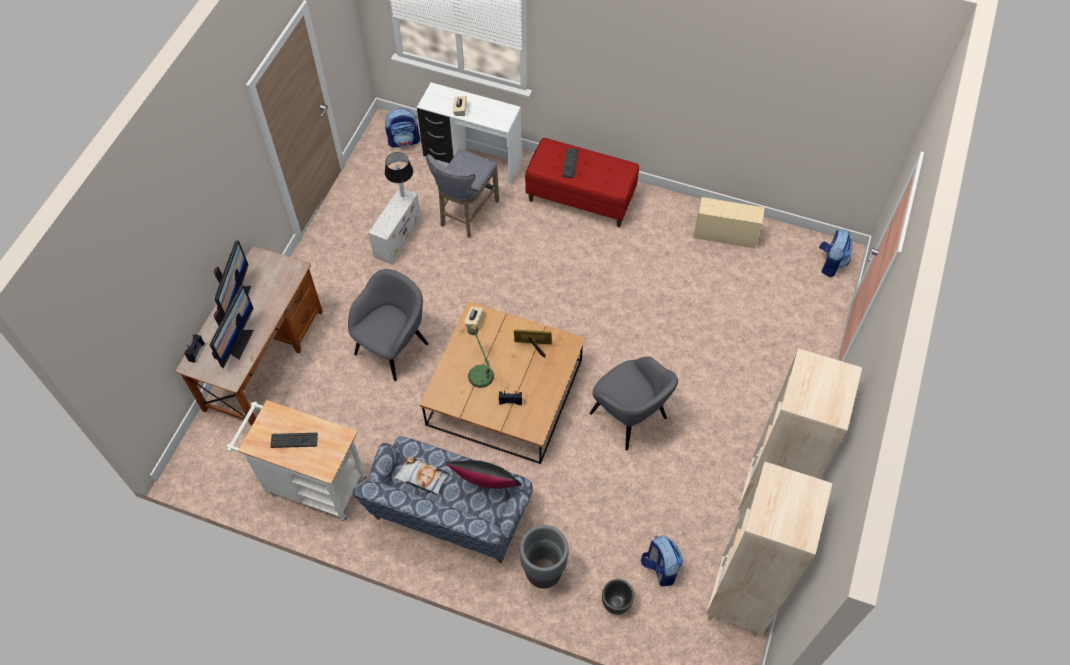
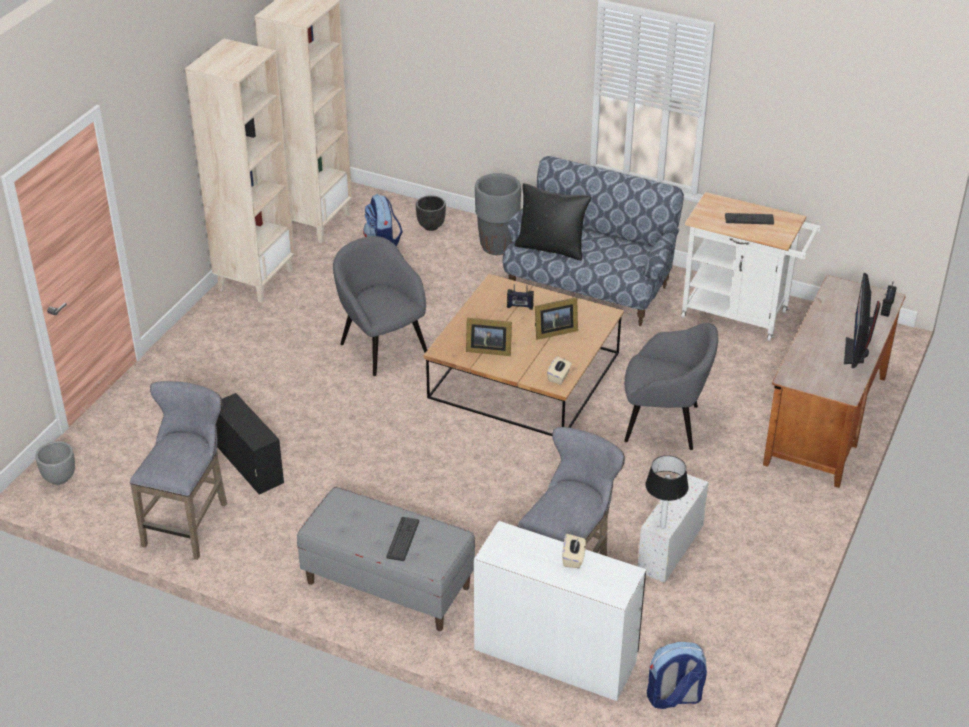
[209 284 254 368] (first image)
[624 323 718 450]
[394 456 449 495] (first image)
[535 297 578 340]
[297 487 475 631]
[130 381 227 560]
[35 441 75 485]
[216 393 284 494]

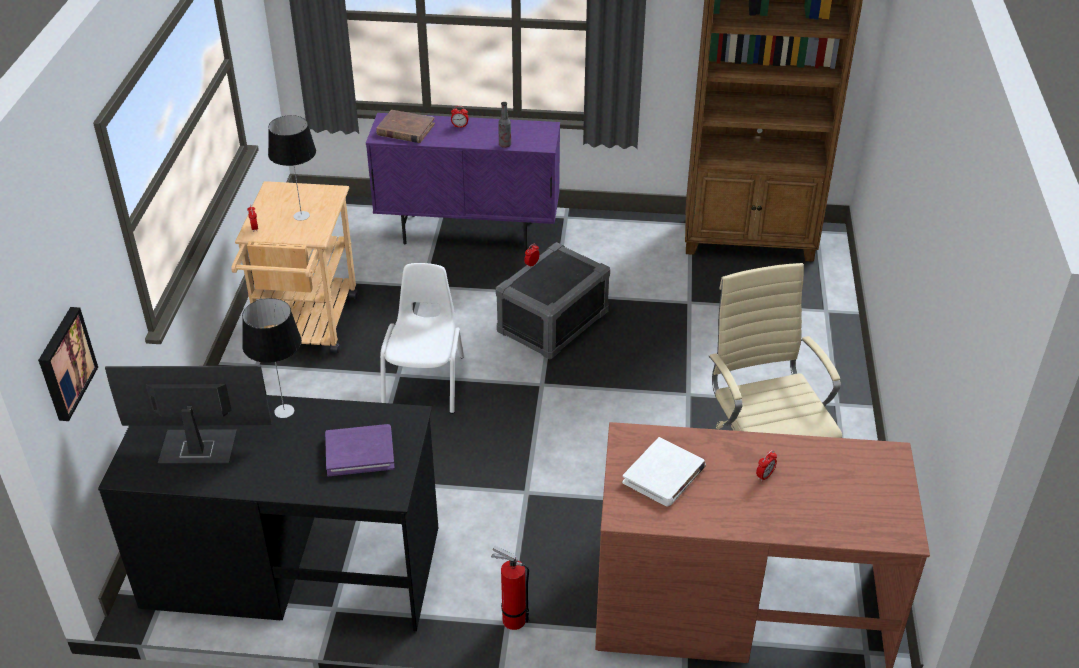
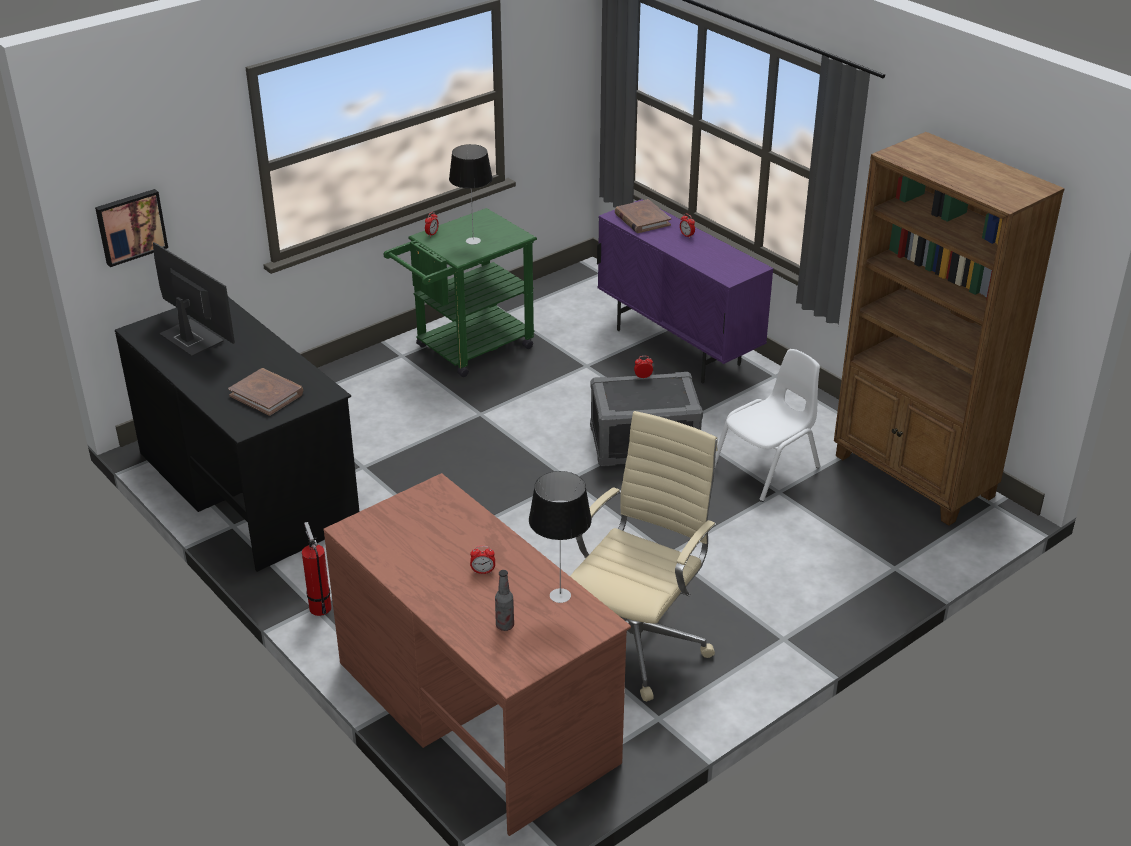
[384 208 537 377]
[529 471 592 603]
[228 368 303 416]
[715 349 820 502]
[495 570 514 631]
[622 437 706 506] (first image)

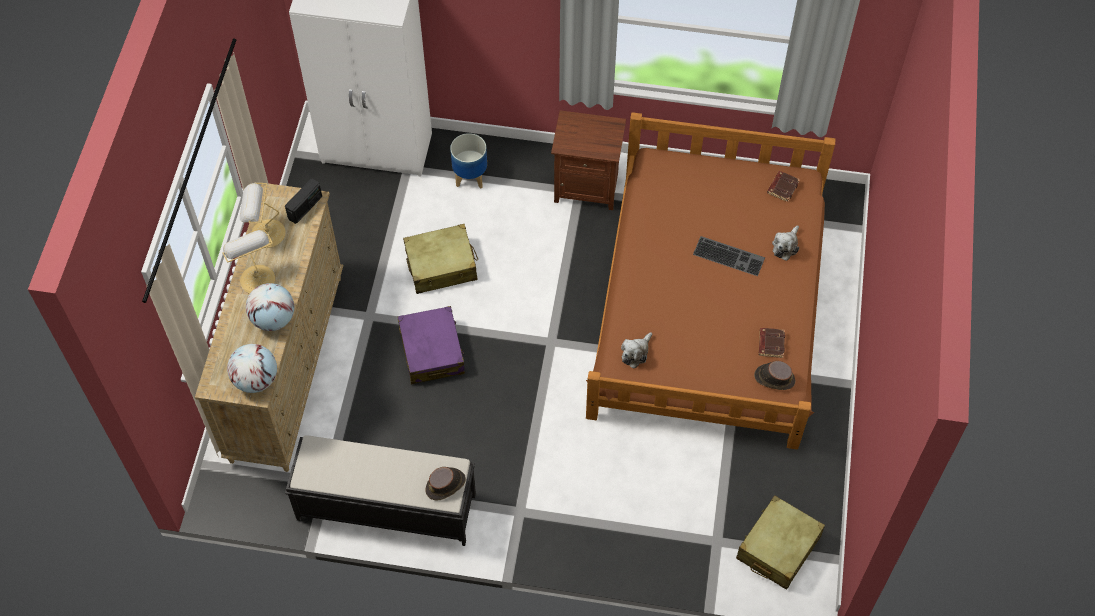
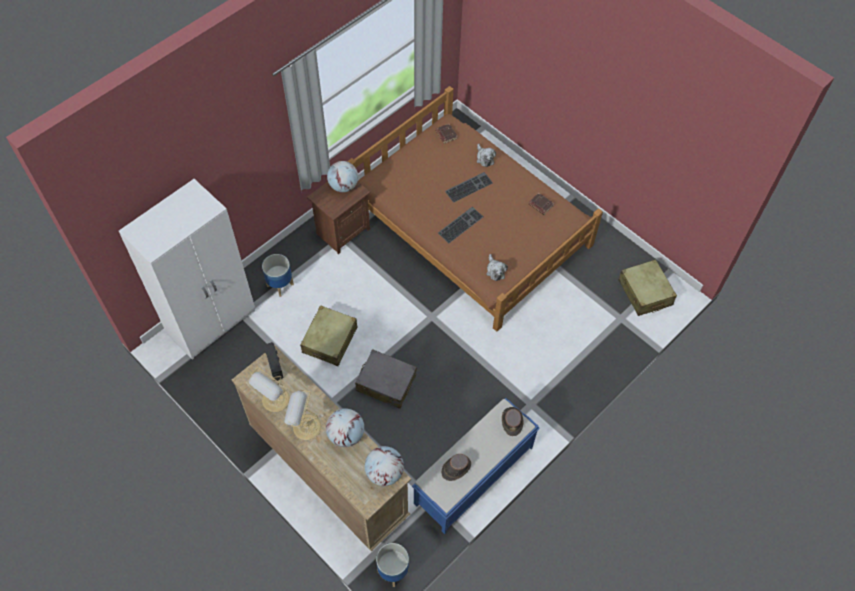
[412 398 540 534]
[355 349 417 409]
[441 454 471 481]
[327 161 358 192]
[376 543 409 587]
[438 207 483 243]

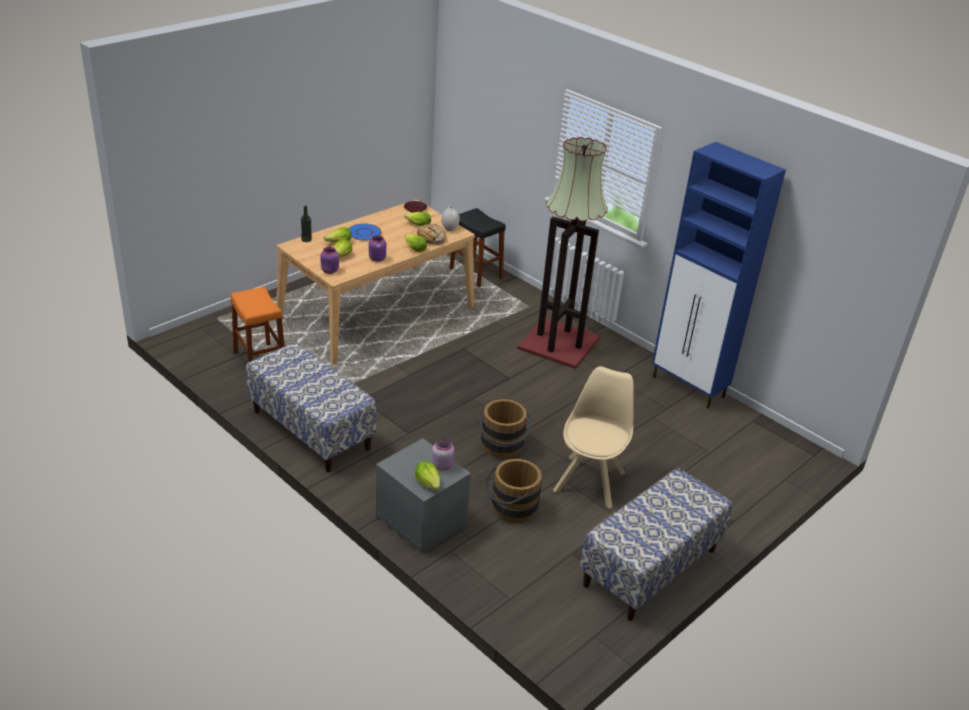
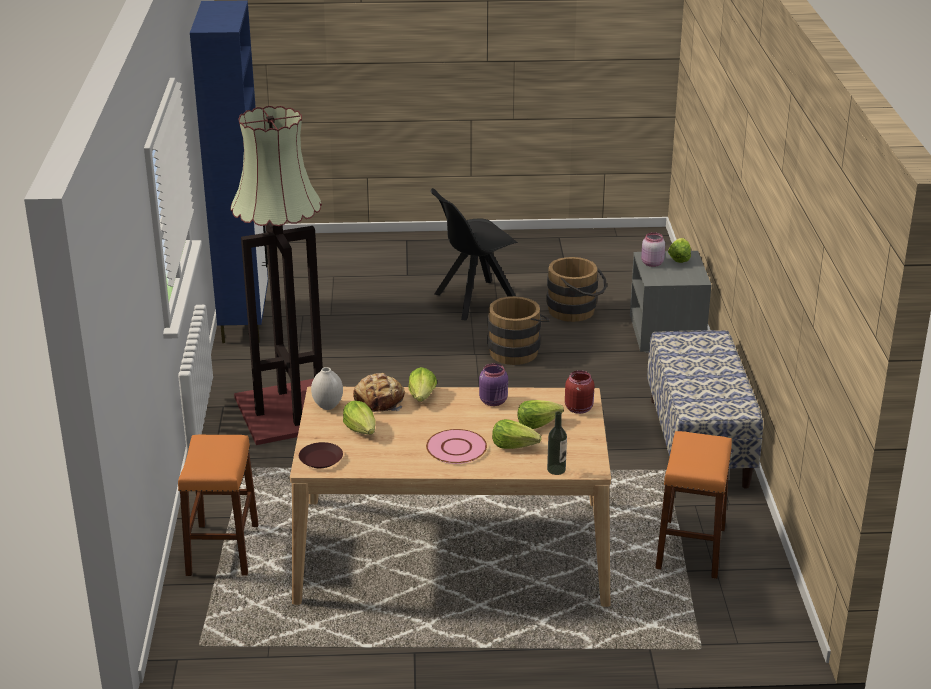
[565 370 595 414]
[426 429 487 464]
[178 434 259 576]
[431 188 518 321]
[580 468 732 621] (first image)

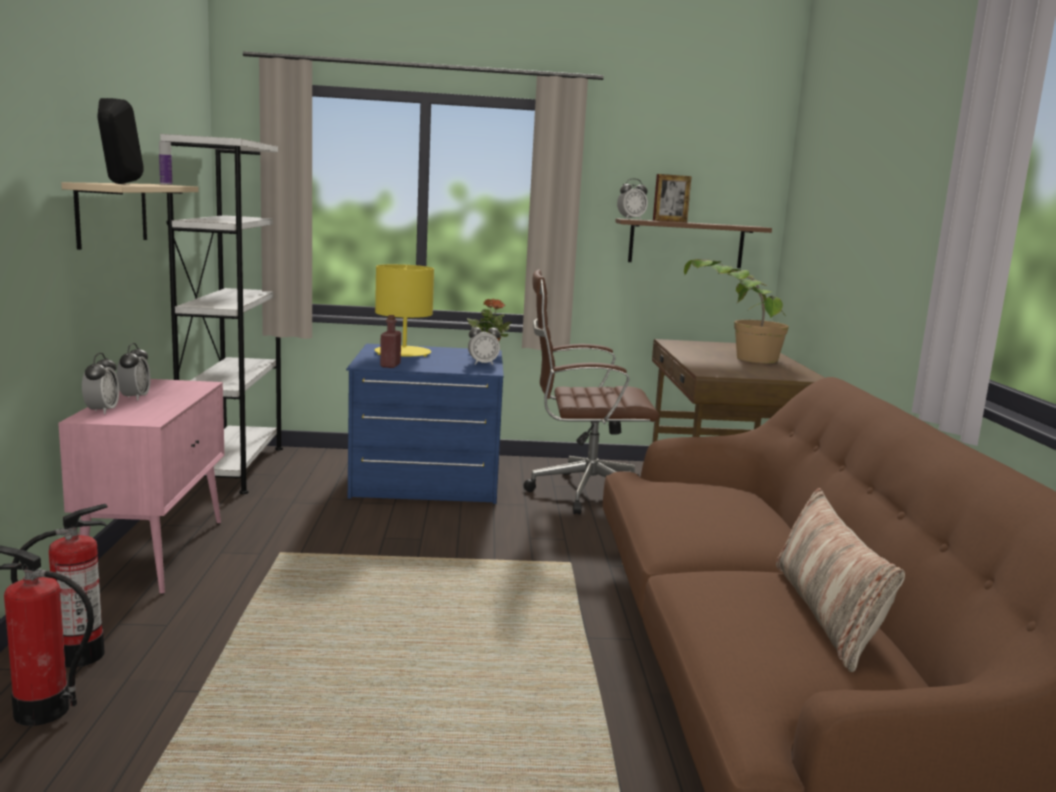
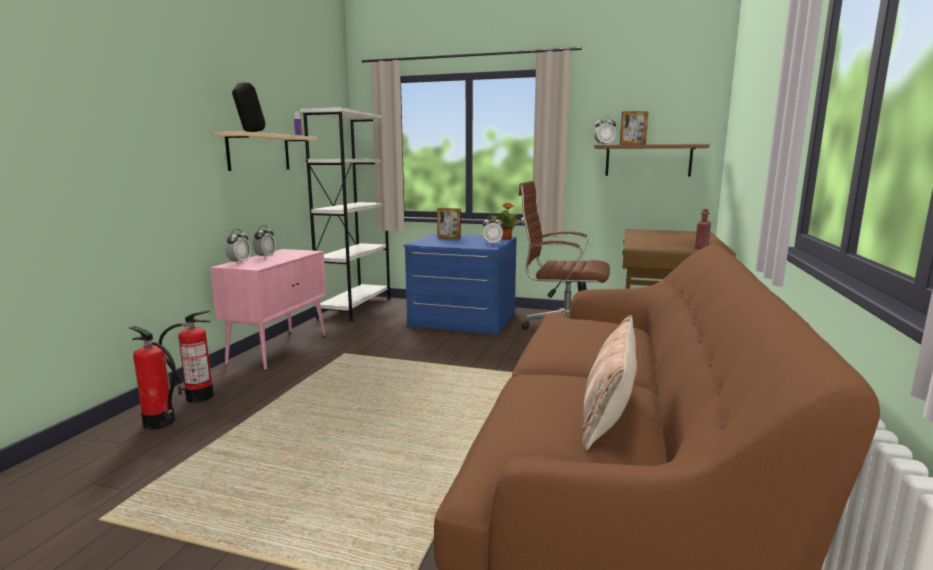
[437 208 461 239]
[695 209 711 249]
[684 259 789 363] (first image)

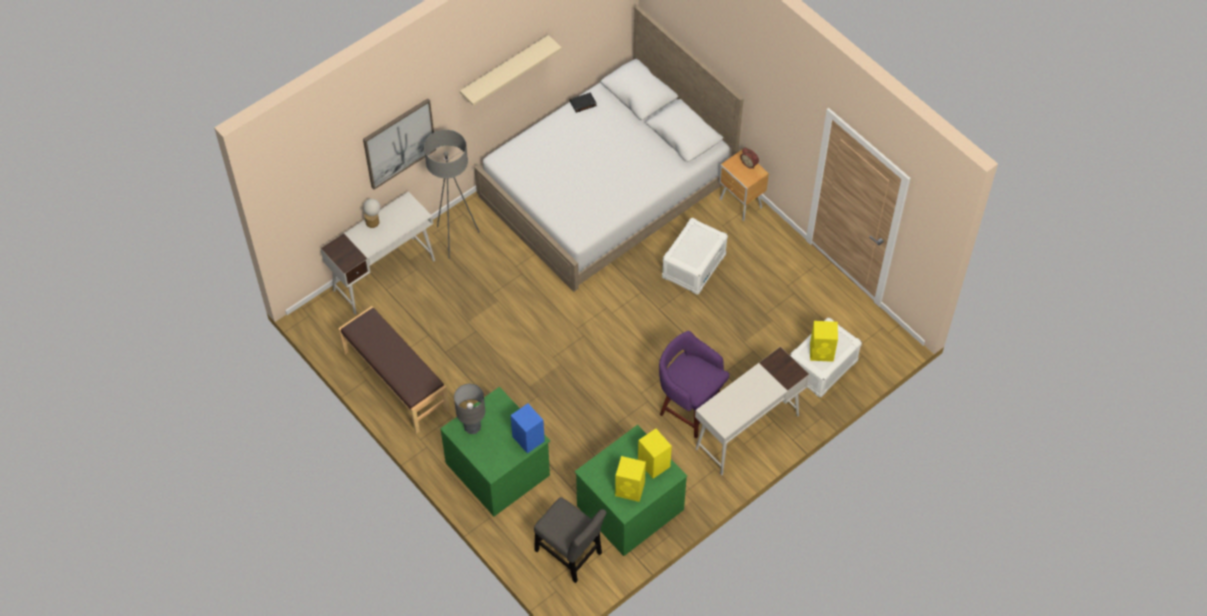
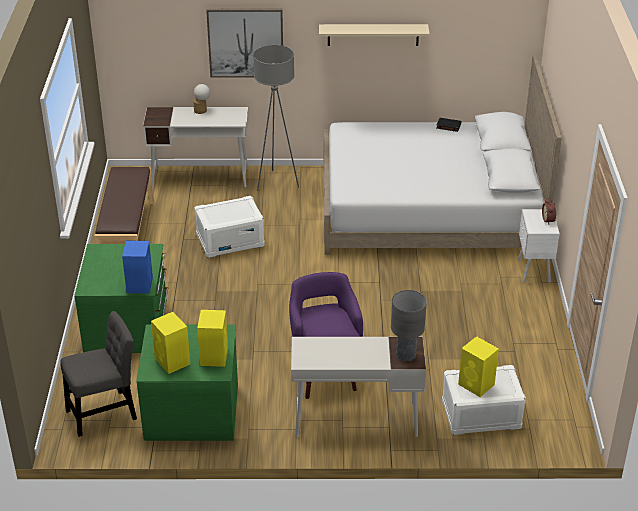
[391 290 427 361]
[60 311 137 437]
[194 196 265 258]
[517 209 560 283]

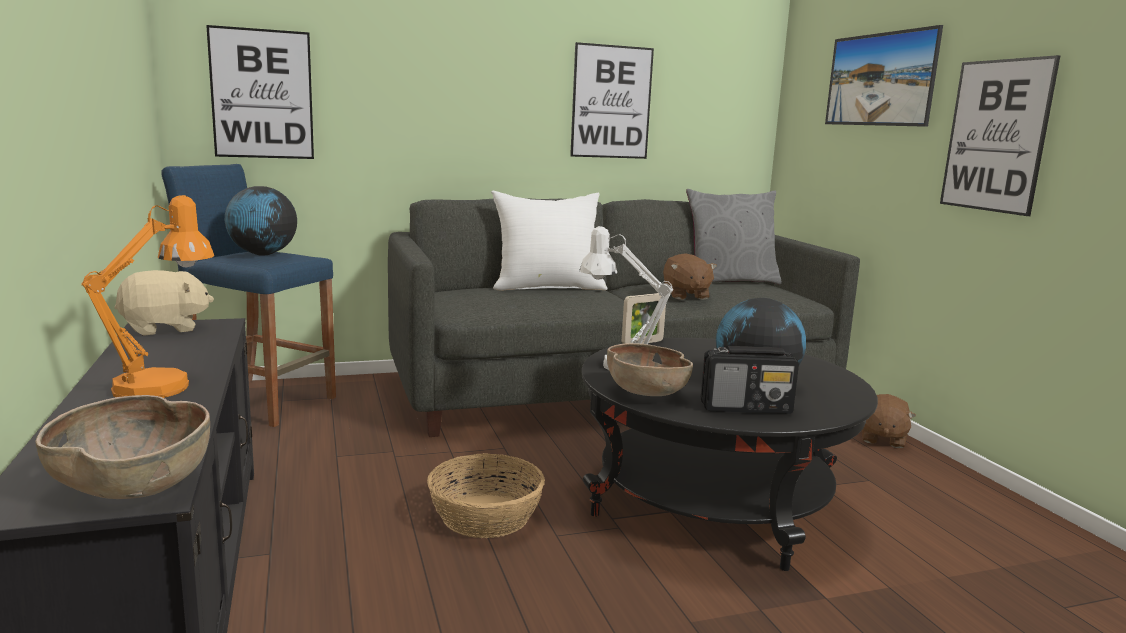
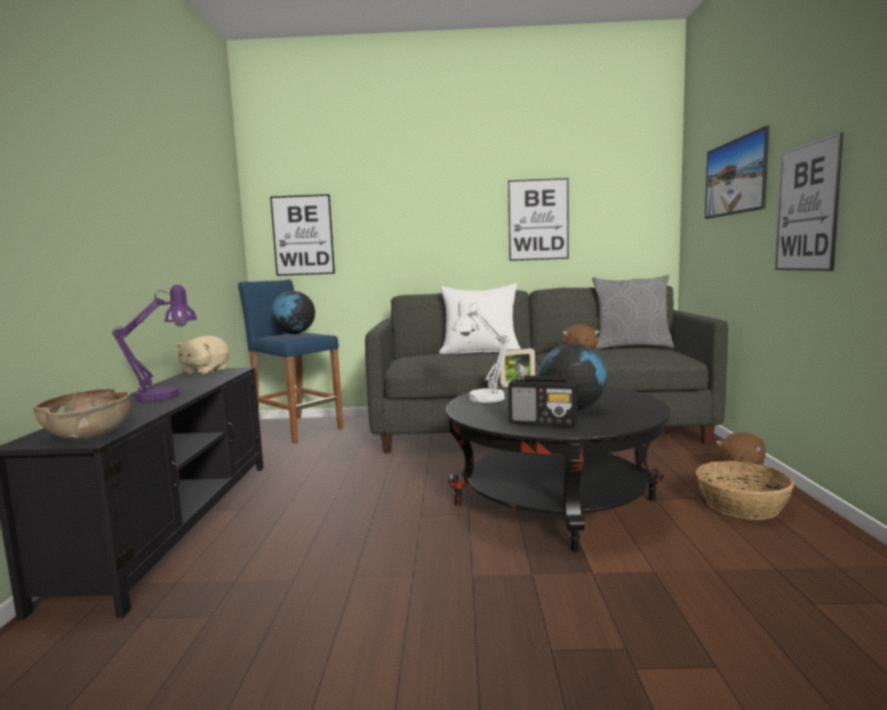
[112 285 197 402]
[176 336 229 375]
[696 461 794 520]
[607 343 693 396] (first image)

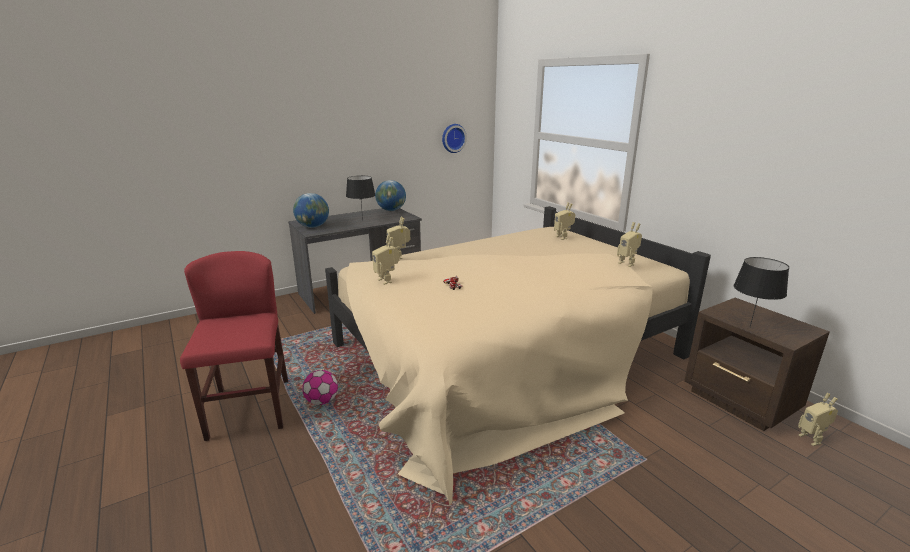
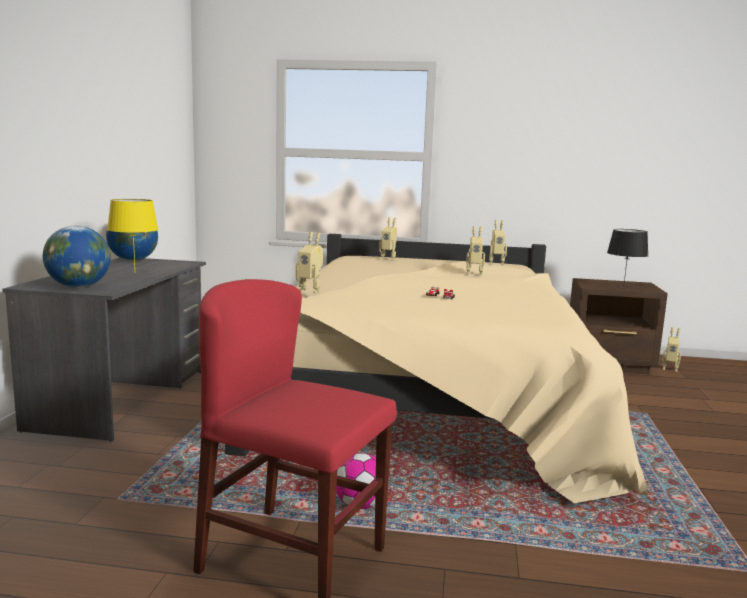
[107 199 158 270]
[466 226 485 275]
[442 124 467 153] (first image)

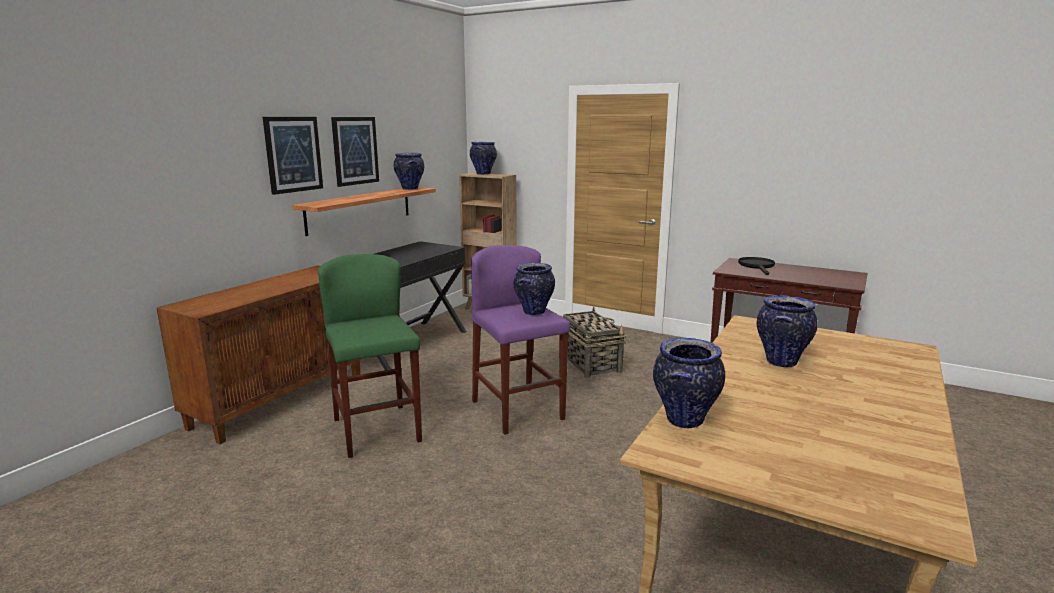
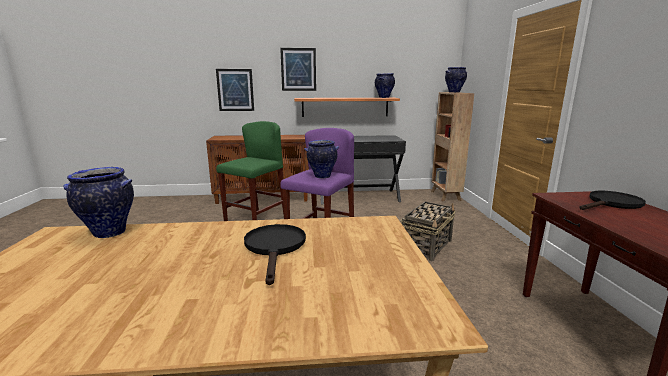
[216 69 254 111]
[244 224 306 285]

